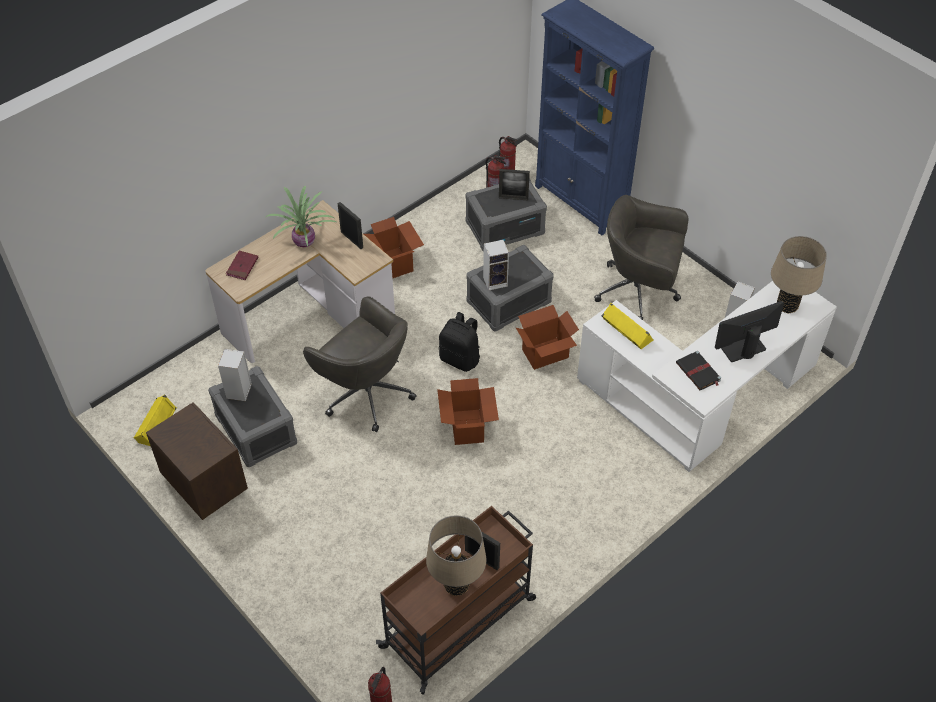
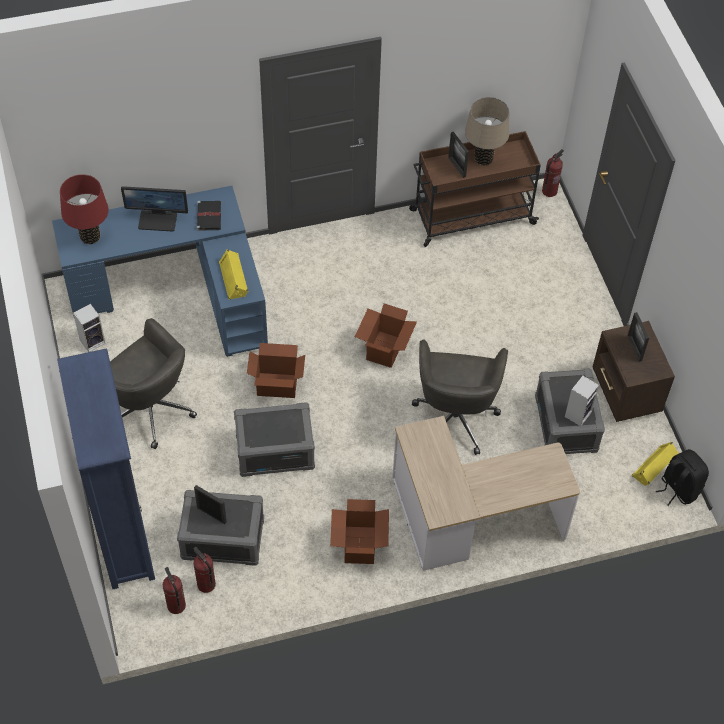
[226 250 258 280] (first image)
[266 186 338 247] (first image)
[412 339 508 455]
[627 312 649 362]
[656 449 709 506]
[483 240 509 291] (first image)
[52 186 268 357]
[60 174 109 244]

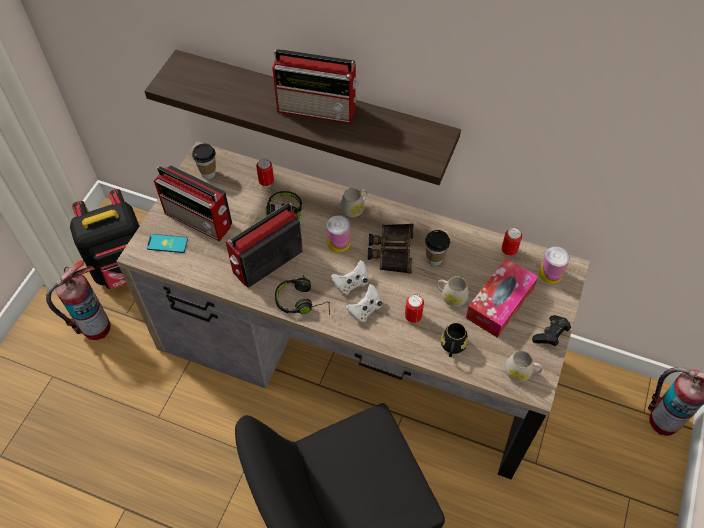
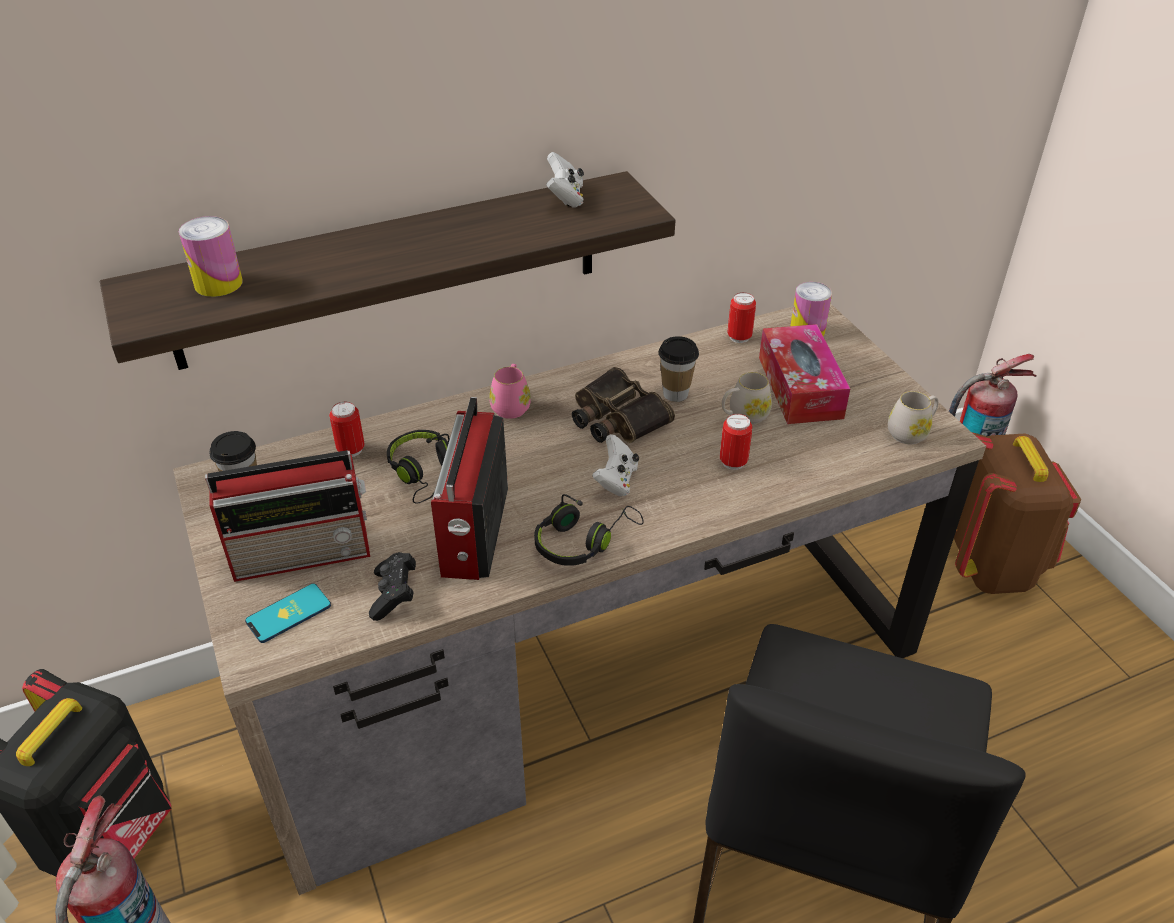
[272 49 359 124] (first image)
[179 216 243 297]
[489 364 531 419]
[546 152 584 207]
[441 323 468 357] (first image)
[369 552 416 621]
[954 432 1081 594]

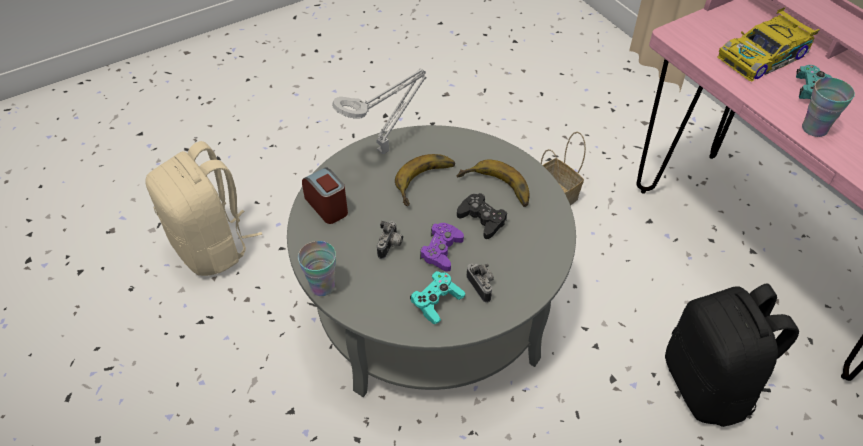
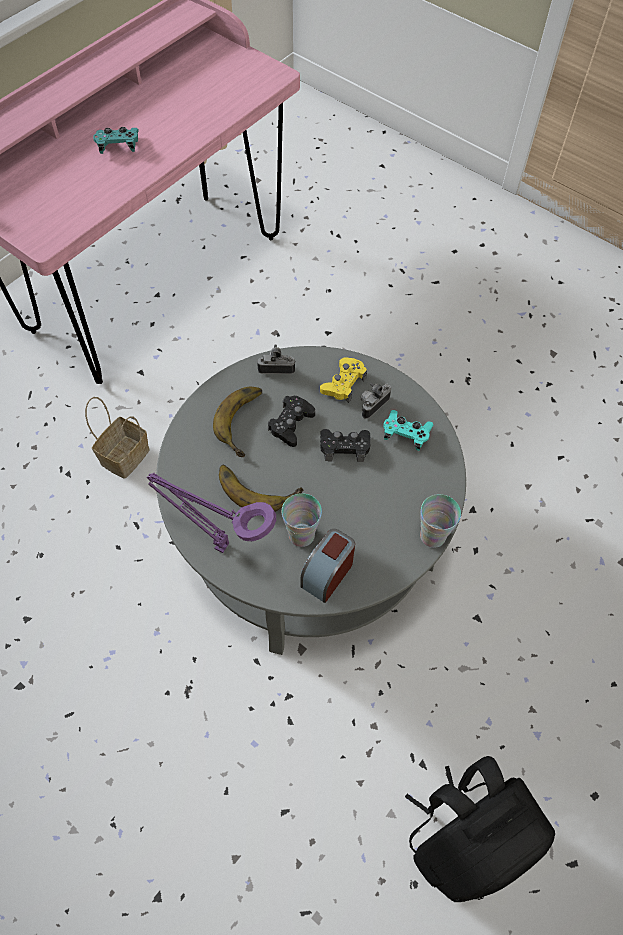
[145 141 262 276] (first image)
[147 473 276 553]
[257 344 296 374]
[320 429 371 462]
[405 756 555 902]
[717 7 820 82] (first image)
[282 493 322 547]
[320 357 367 403]

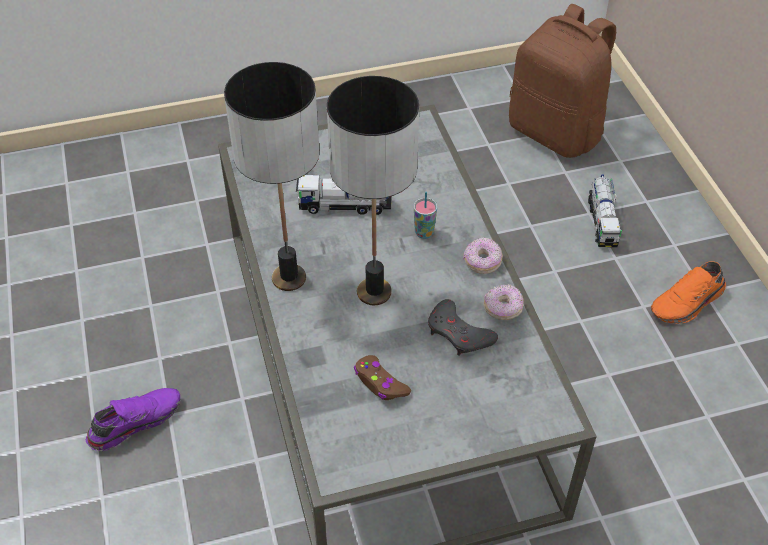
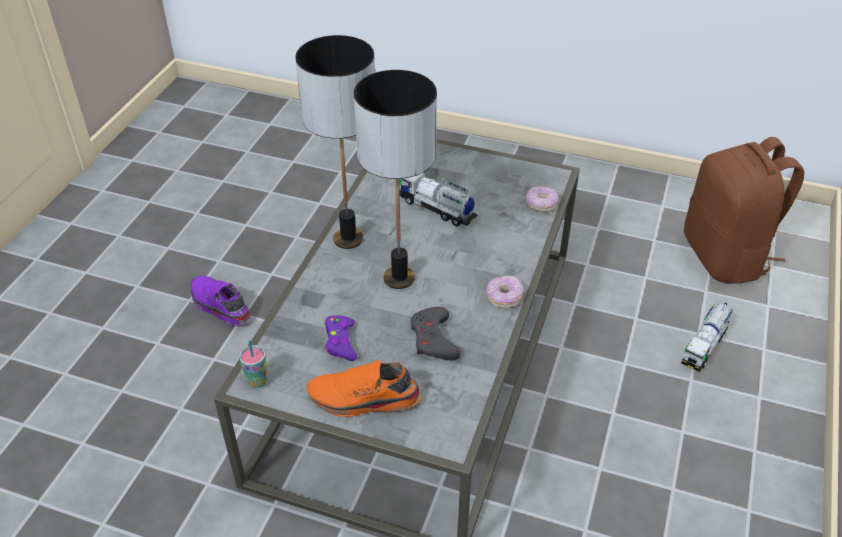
[191 276 251 326]
[325 315 357 361]
[239 340 267 388]
[525 186 559 212]
[307 360 421 417]

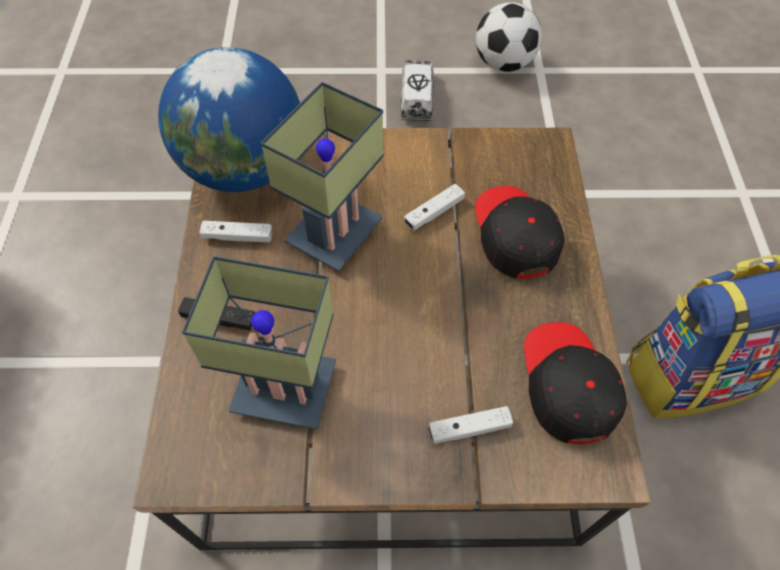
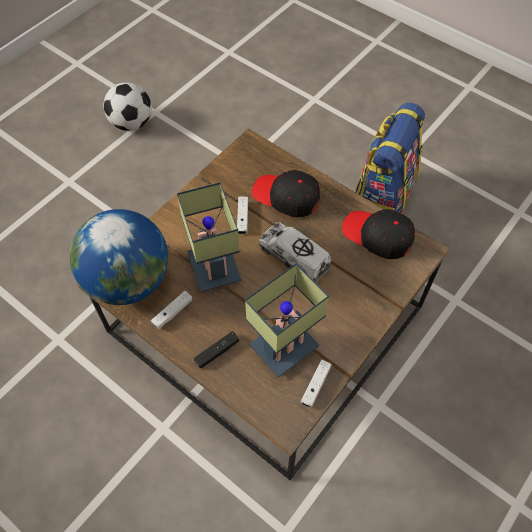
[259 222 332 282]
[301 360 332 408]

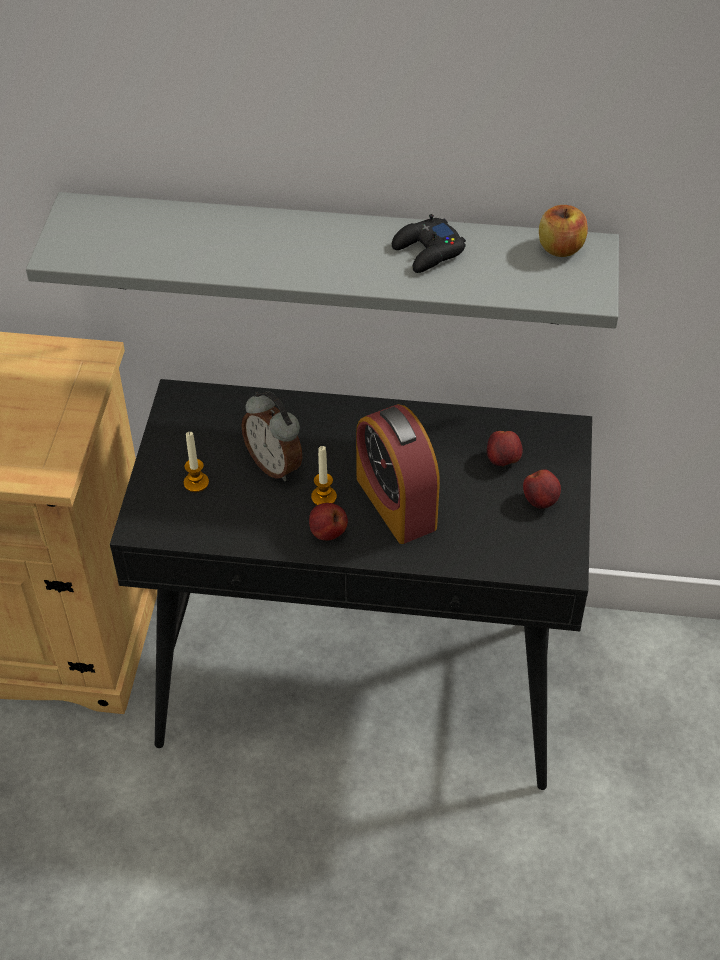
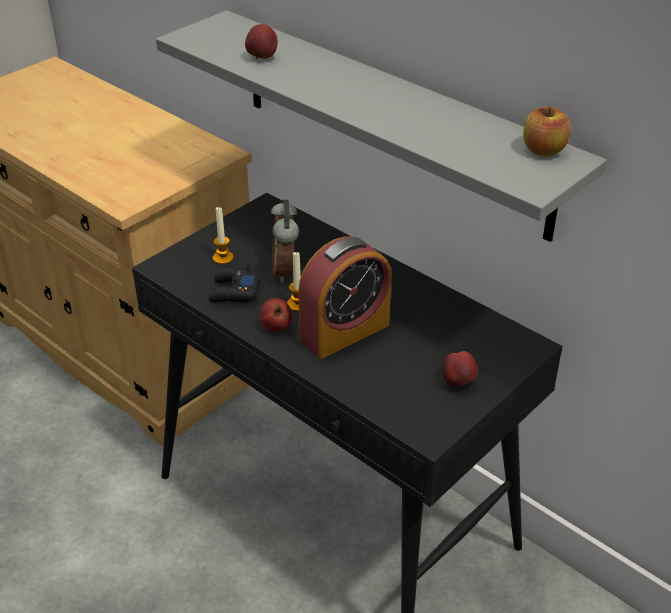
[298 236 391 359]
[208 266 261 302]
[245 24 277 59]

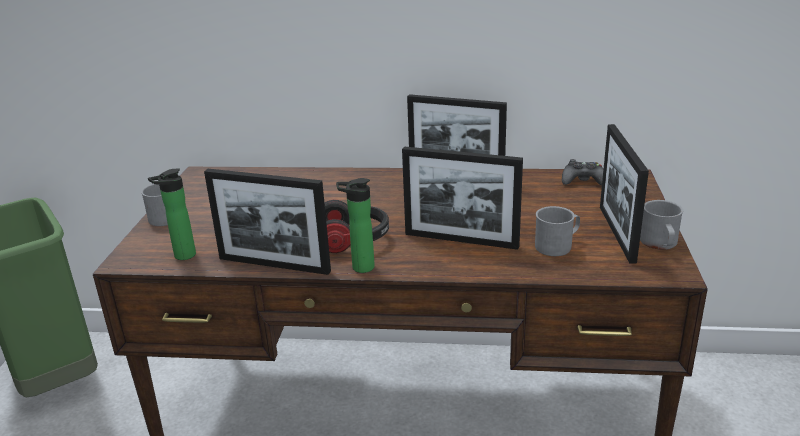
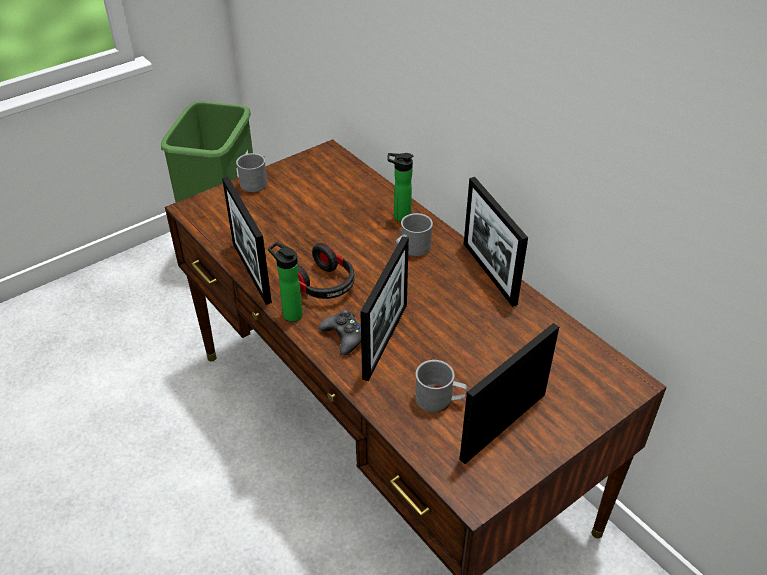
[387 153 413 222]
[360 236 409 381]
[319 309 361 356]
[396 213 433 256]

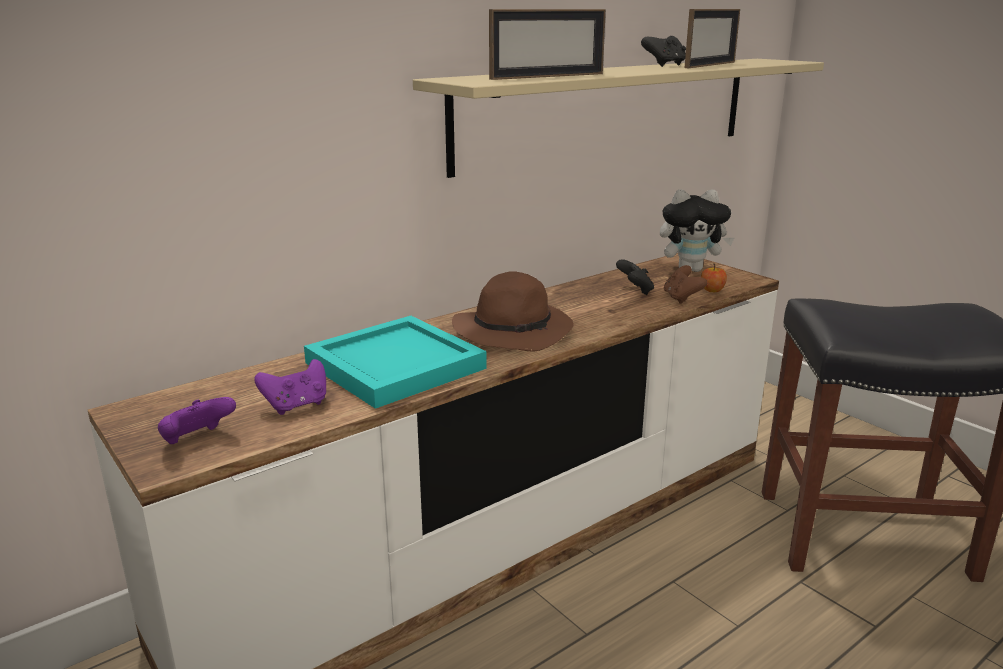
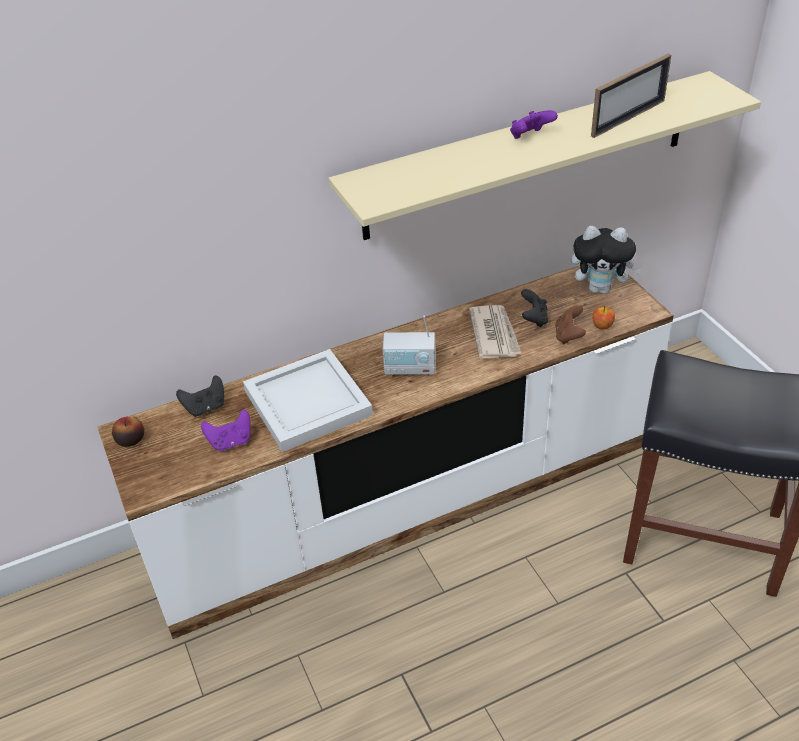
[510 110 558 139]
[243 349 373 452]
[383 315 435 376]
[489 9 606 80] (first image)
[176 376 224 417]
[112 416 144 447]
[469 305 522 359]

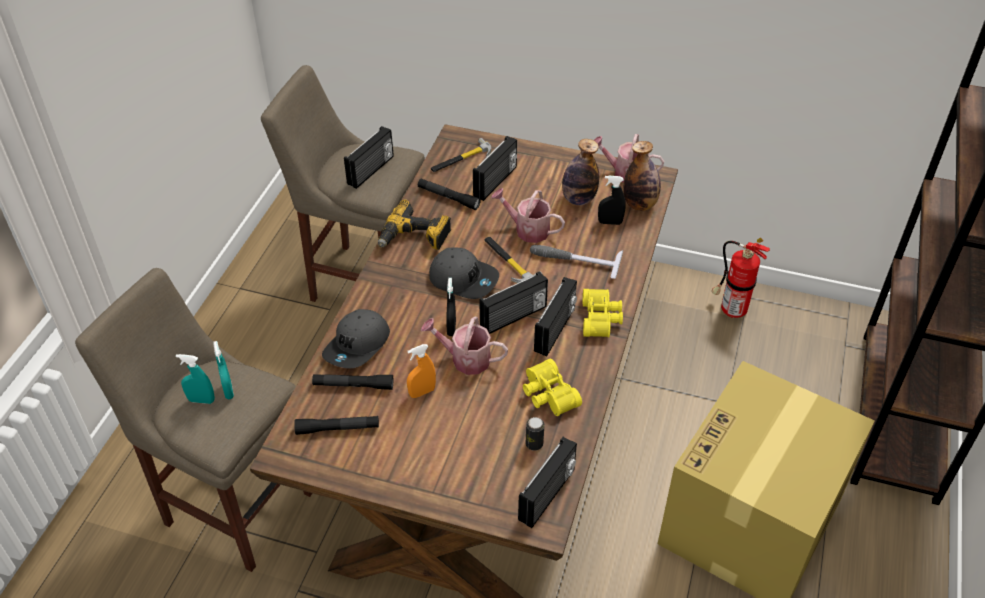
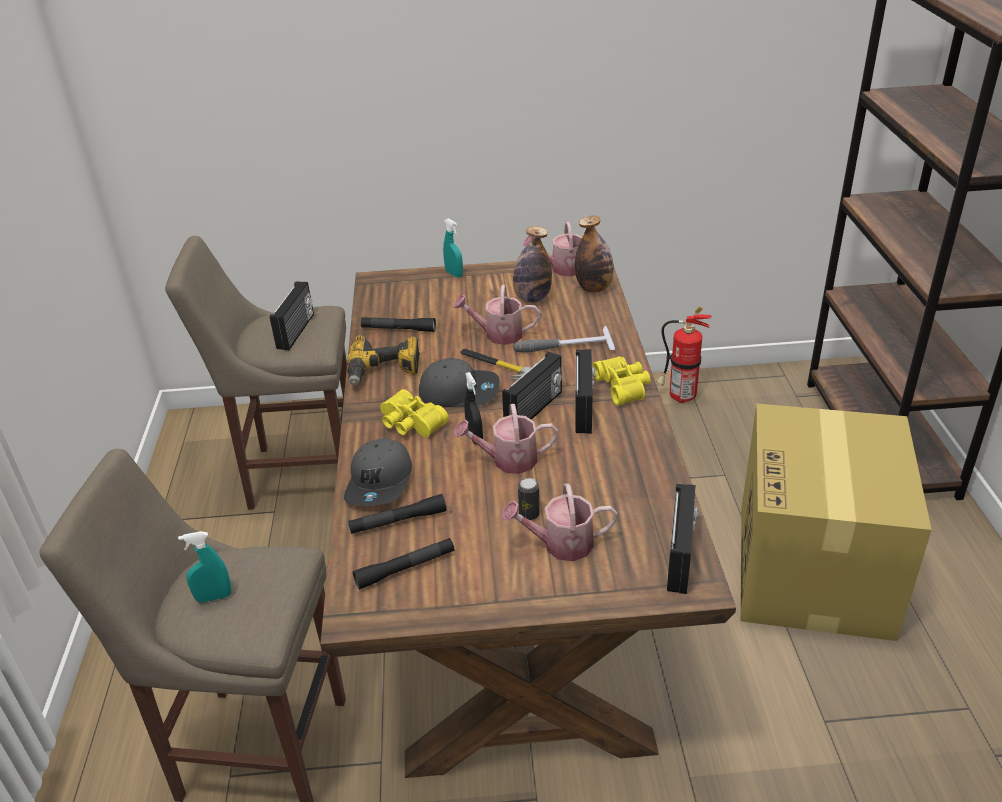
[443 219 463 277]
[407 344 436 398] (first image)
[431 138 491 172] (first image)
[473 136 517 201] (first image)
[380 389 449 437]
[518 478 540 520]
[598 175 626 225] (first image)
[501 483 618 561]

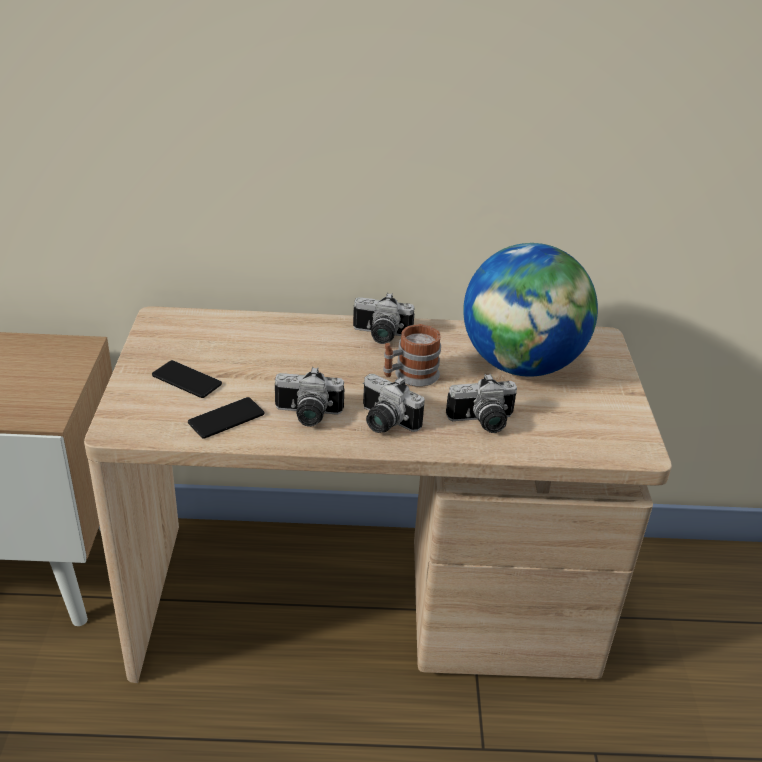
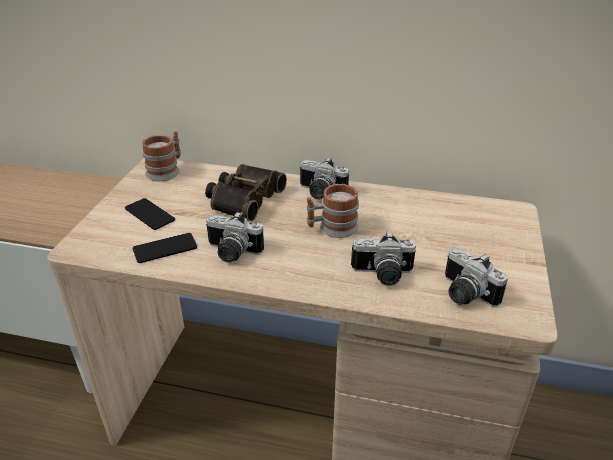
[445 248 508 307]
[463 243 598 377] (first image)
[142 131 181 181]
[205 164 287 222]

